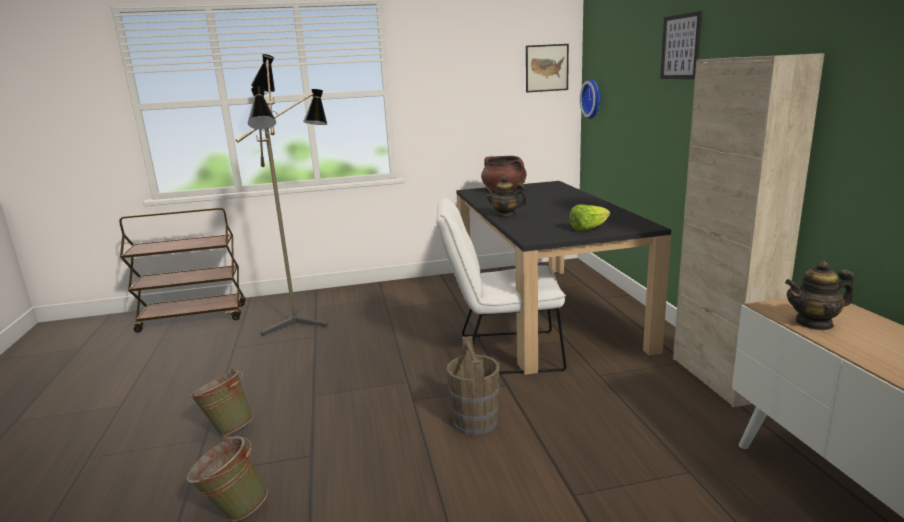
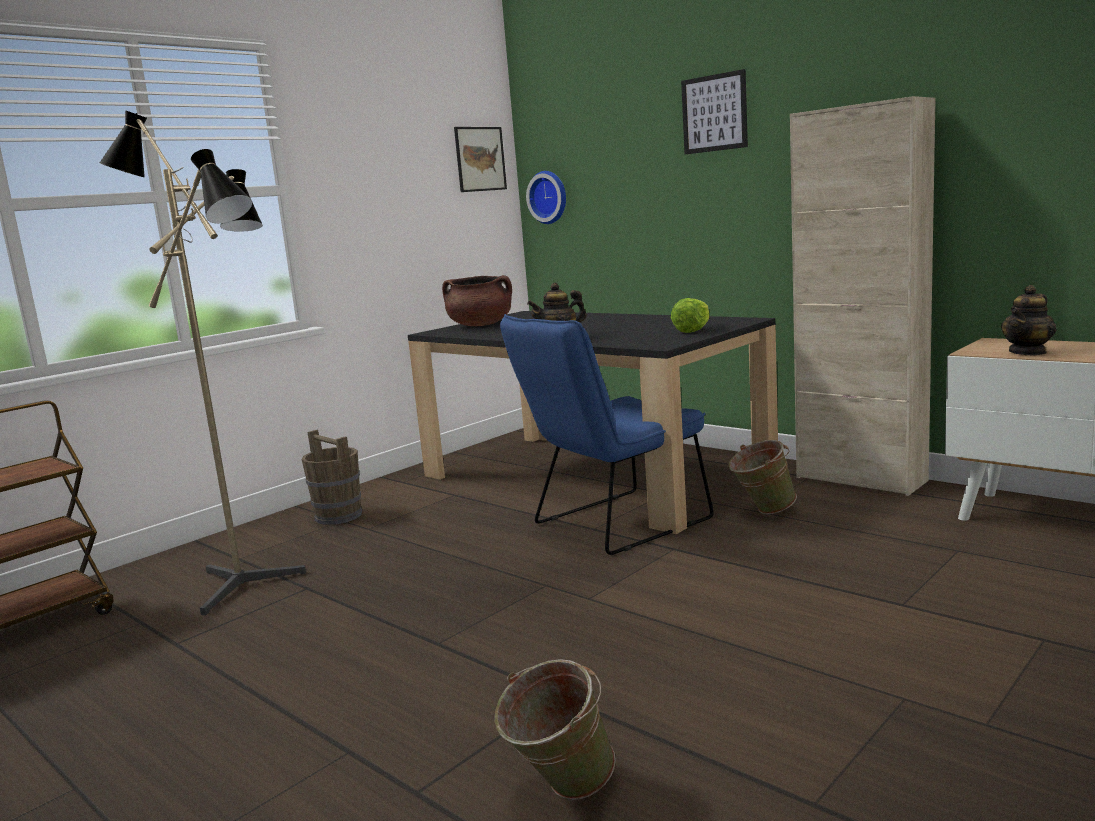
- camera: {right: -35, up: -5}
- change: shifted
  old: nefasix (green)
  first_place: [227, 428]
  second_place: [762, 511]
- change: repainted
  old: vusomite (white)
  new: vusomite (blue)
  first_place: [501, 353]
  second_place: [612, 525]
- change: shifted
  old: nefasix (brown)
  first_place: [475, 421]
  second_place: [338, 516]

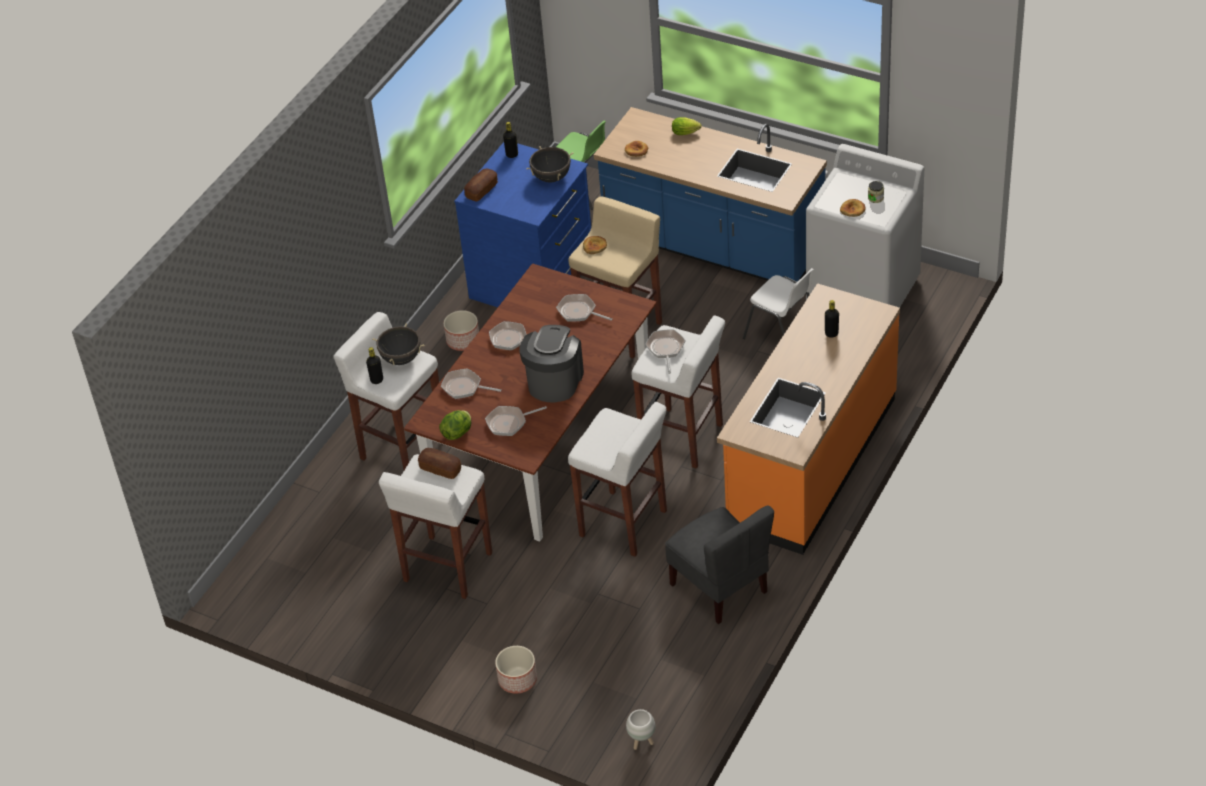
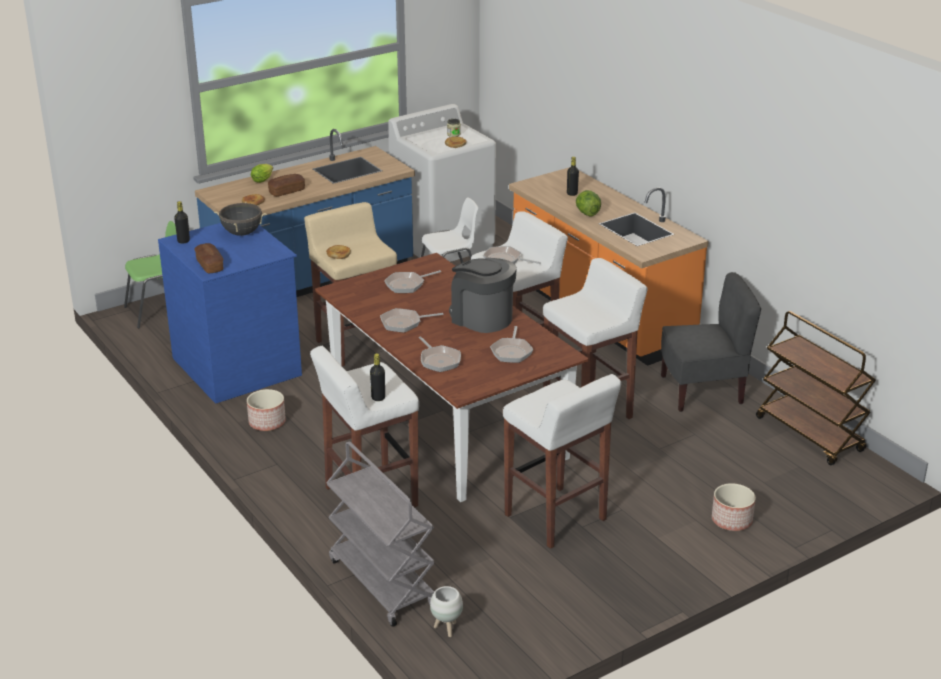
- camera: {right: -65, up: -15}
- change: gone
  old: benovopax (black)
  first_place: [401, 358]
- change: shifted
  old: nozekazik
  first_place: [440, 469]
  second_place: [286, 191]
- change: shifted
  old: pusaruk
  first_place: [458, 433]
  second_place: [587, 213]
- change: rotated
  old: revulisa
  first_place: [464, 387]
  second_place: [439, 360]
  degrees: -75
- change: shifted
  old: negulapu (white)
  first_place: [642, 742]
  second_place: [446, 629]
- change: new
  new: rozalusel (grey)
  second_place: [381, 583]
- change: new
  new: rozalusel (brown)
  second_place: [810, 435]

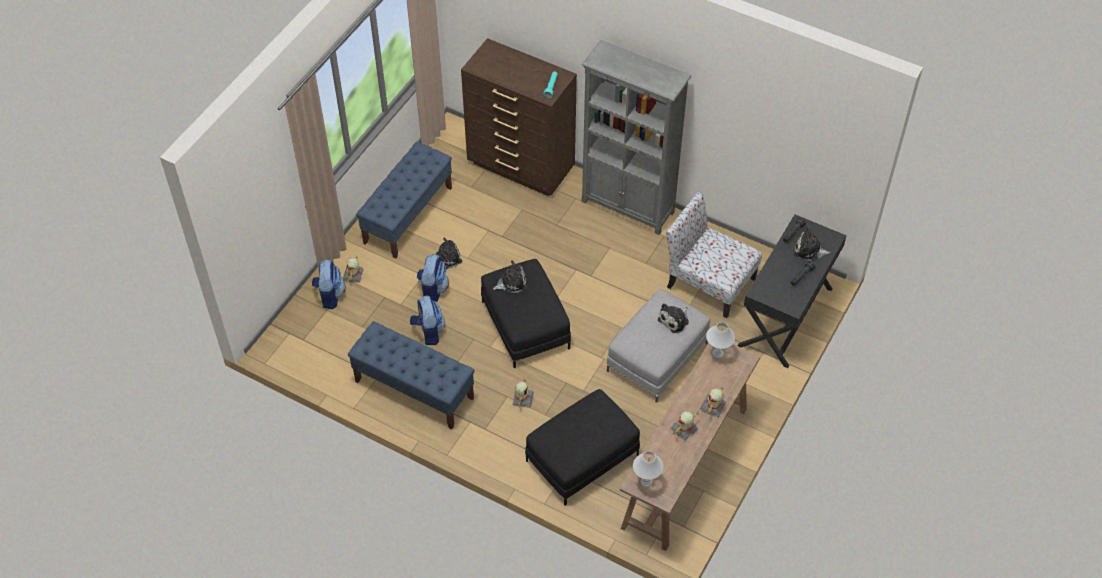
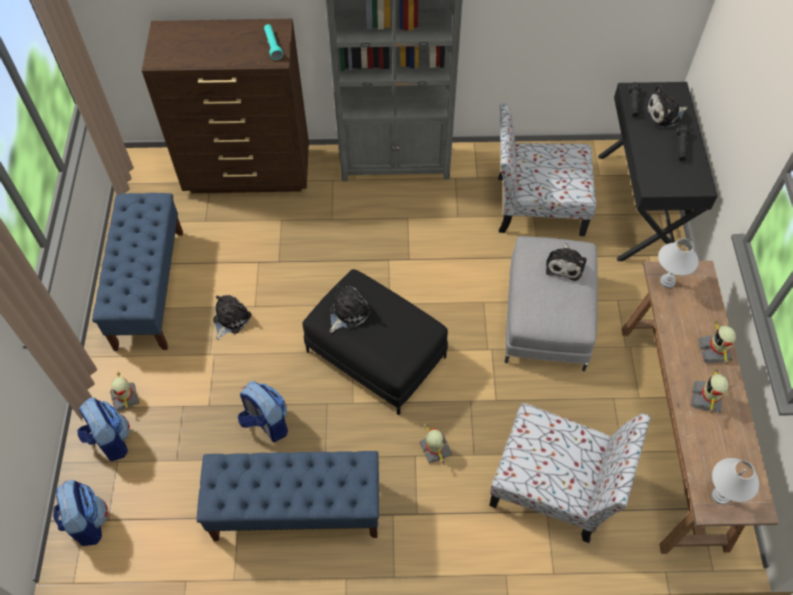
- camera: {right: -30, up: 5}
- change: shifted
  old: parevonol
  first_place: [433, 290]
  second_place: [87, 521]
- change: swapped
  old: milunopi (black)
  new: vusomite
  first_place: [582, 458]
  second_place: [555, 486]

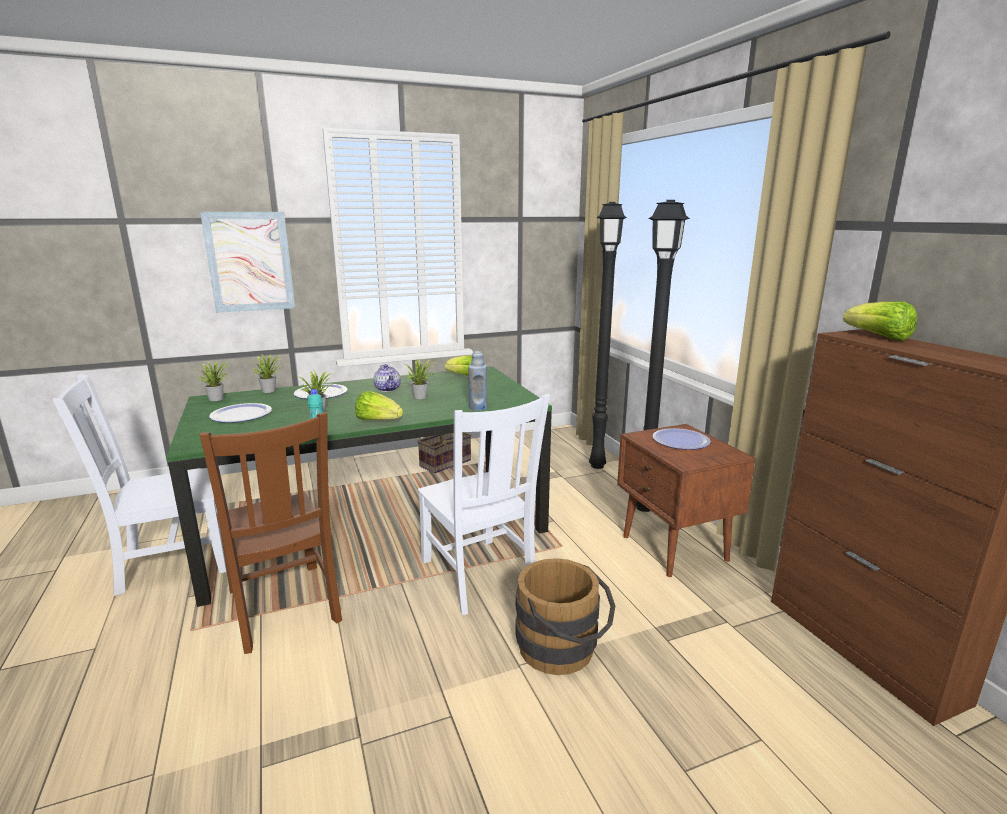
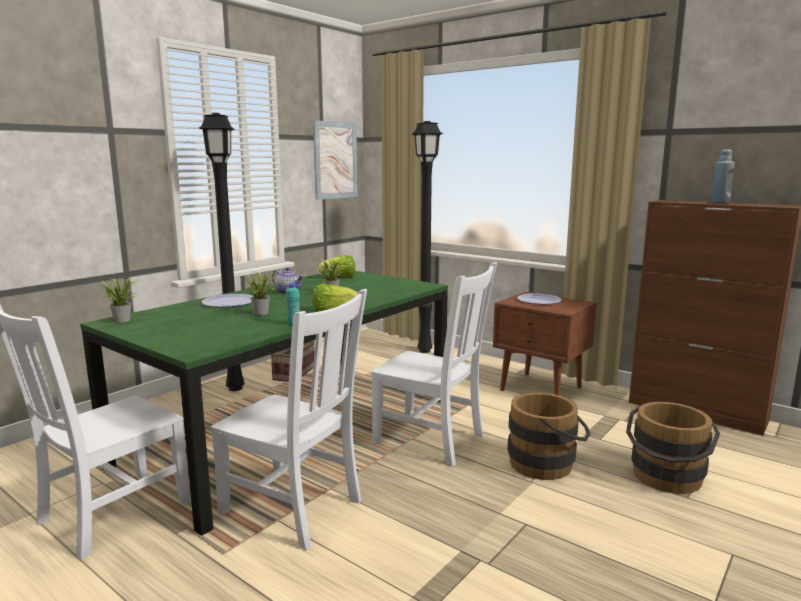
- camera: {right: -30, up: -5}
- change: repainted
  old: vusomite (brown)
  new: vusomite (white)
  first_place: [284, 608]
  second_place: [295, 509]
- change: shifted
  old: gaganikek
  first_place: [250, 262]
  second_place: [335, 160]
- change: gone
  old: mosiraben
  first_place: [241, 414]
- change: gone
  old: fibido
  first_place: [270, 390]
- change: shifted
  old: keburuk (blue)
  first_place: [478, 408]
  second_place: [720, 202]
- change: shifted
  old: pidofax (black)
  first_place: [645, 507]
  second_place: [236, 388]
- change: gone
  old: pusaruk
  first_place: [879, 337]
- change: new
  new: nefasix (brown)
  second_place: [666, 479]

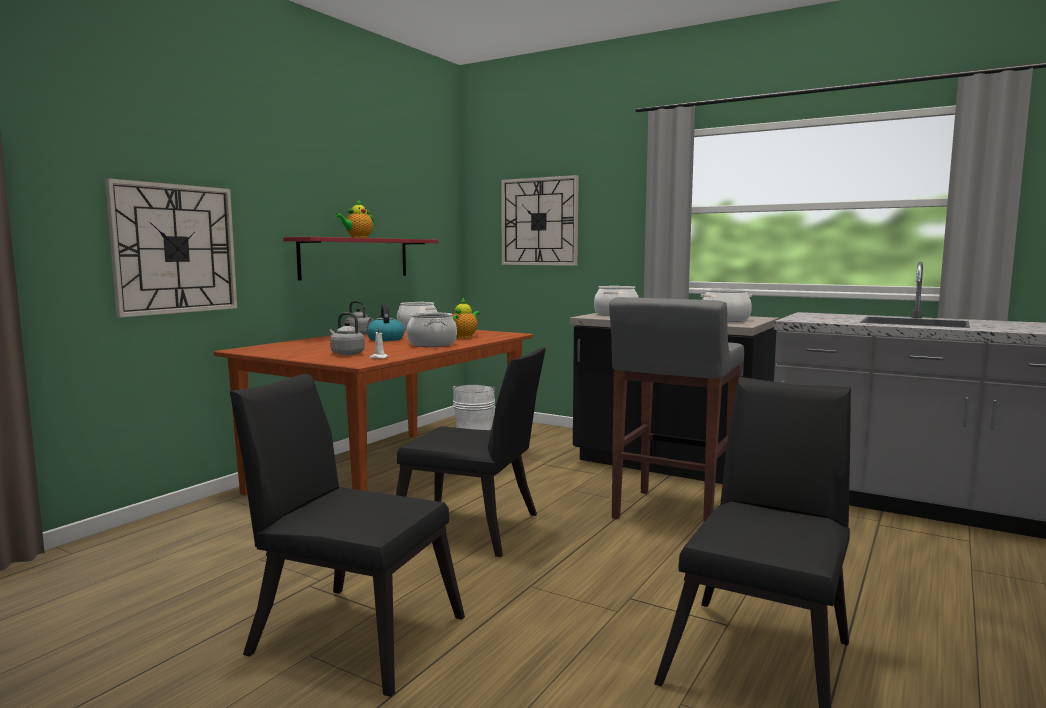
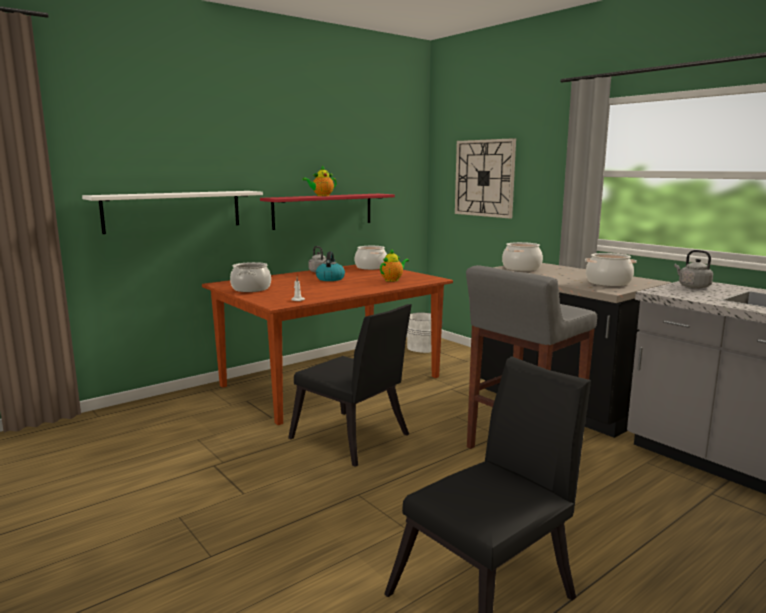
- camera: {right: 20, up: 5}
- change: swapped
  old: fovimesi
  new: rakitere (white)
  first_place: [175, 249]
  second_place: [173, 211]
- change: gone
  old: vusomite (black)
  first_place: [349, 632]
- change: shifted
  old: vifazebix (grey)
  first_place: [346, 353]
  second_place: [692, 286]
- change: shifted
  old: benovopax
  first_place: [432, 344]
  second_place: [251, 289]

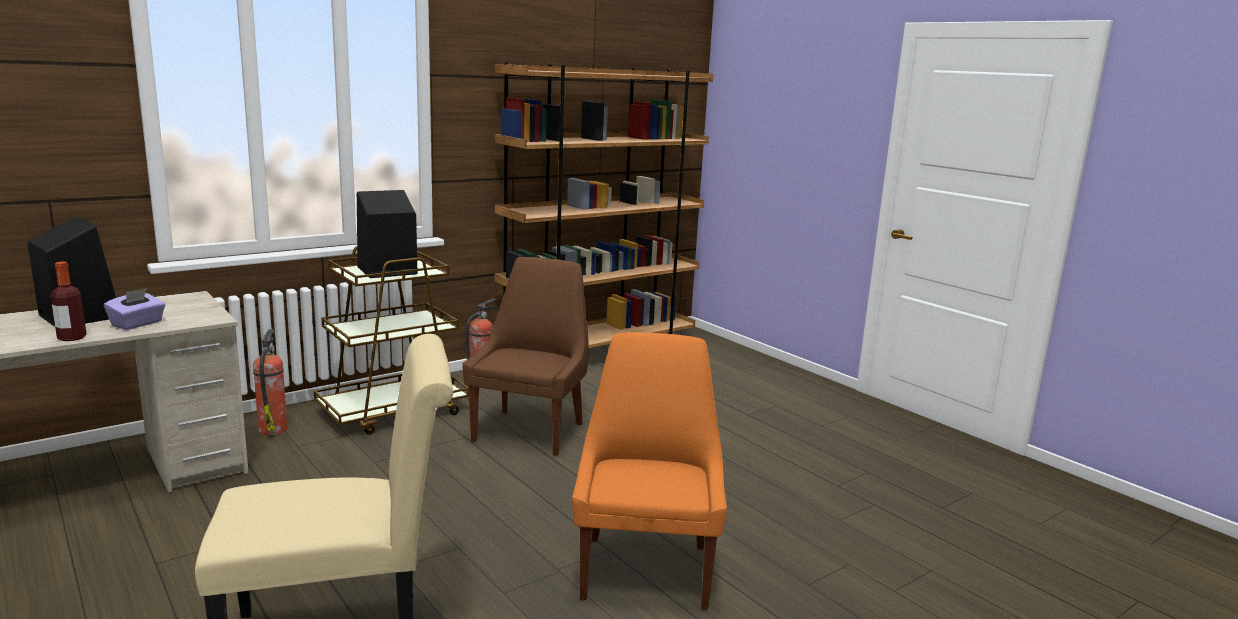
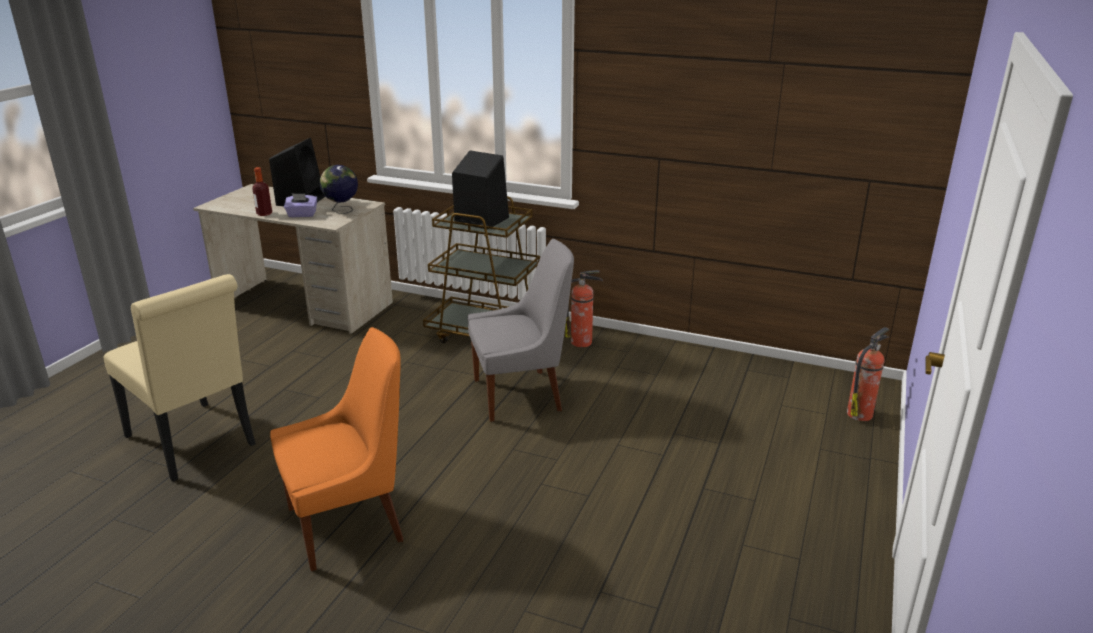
- camera: {right: 60, up: 10}
- change: shifted
  old: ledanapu
  first_place: [273, 429]
  second_place: [860, 414]
- change: repainted
  old: vusomite (brown)
  new: vusomite (grey)
  first_place: [530, 431]
  second_place: [521, 395]
- change: gone
  old: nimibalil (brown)
  first_place: [599, 355]
- change: new
  new: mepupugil
  second_place: [342, 211]

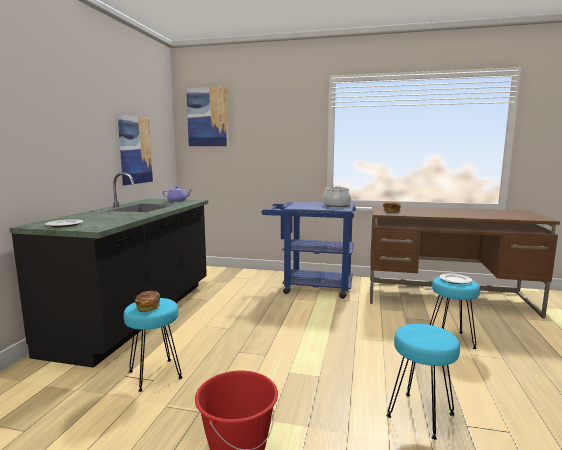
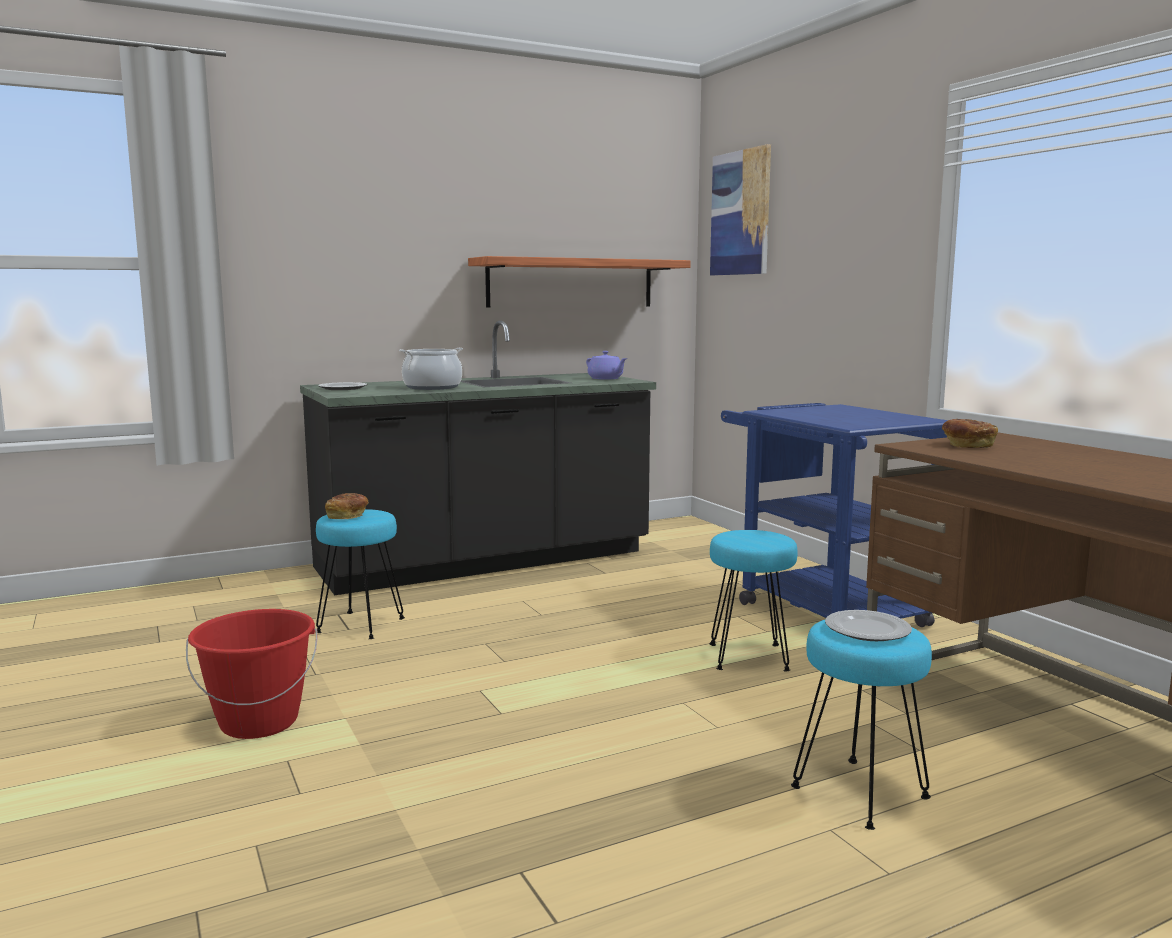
- camera: {right: 50, up: 0}
- change: swapped
  old: gaganikek
  new: rakitere
  first_place: [135, 150]
  second_place: [571, 283]
- change: shifted
  old: benovopax
  first_place: [336, 205]
  second_place: [432, 387]
- change: shifted
  old: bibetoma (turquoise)
  first_place: [420, 415]
  second_place: [750, 657]

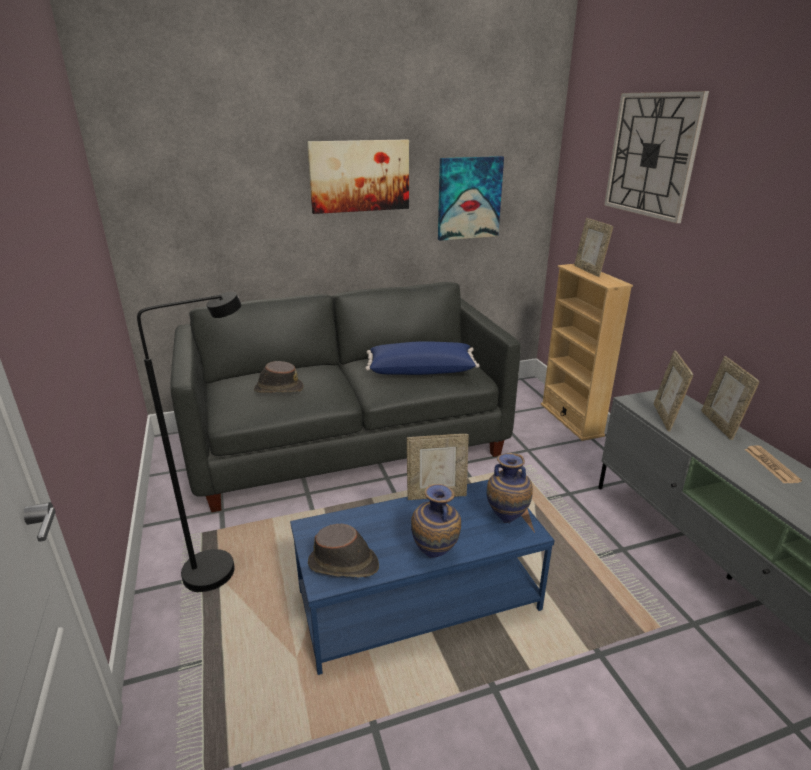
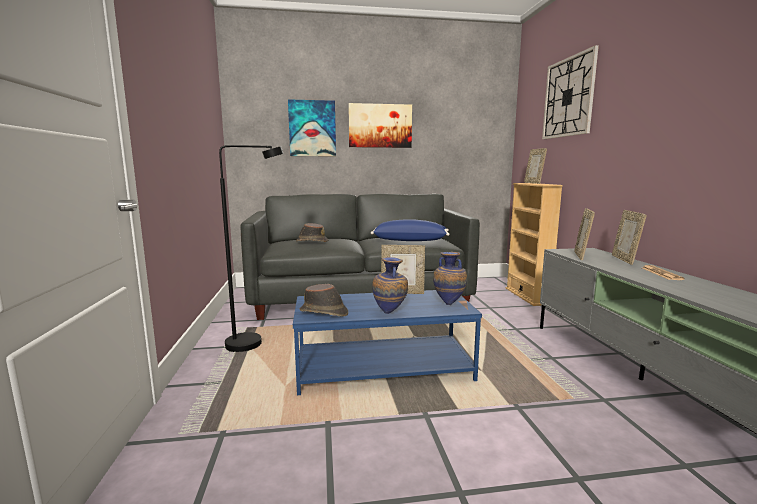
- camera: {right: 10, up: -15}
- change: shifted
  old: gaganikek
  first_place: [469, 198]
  second_place: [312, 128]

